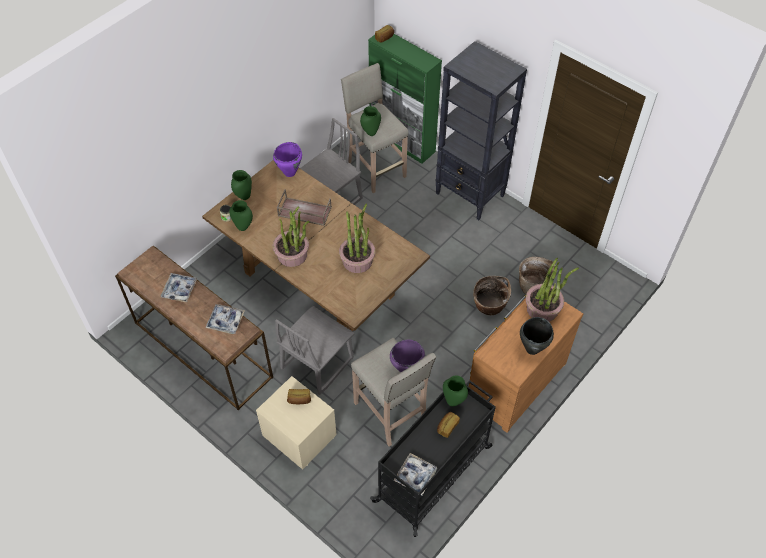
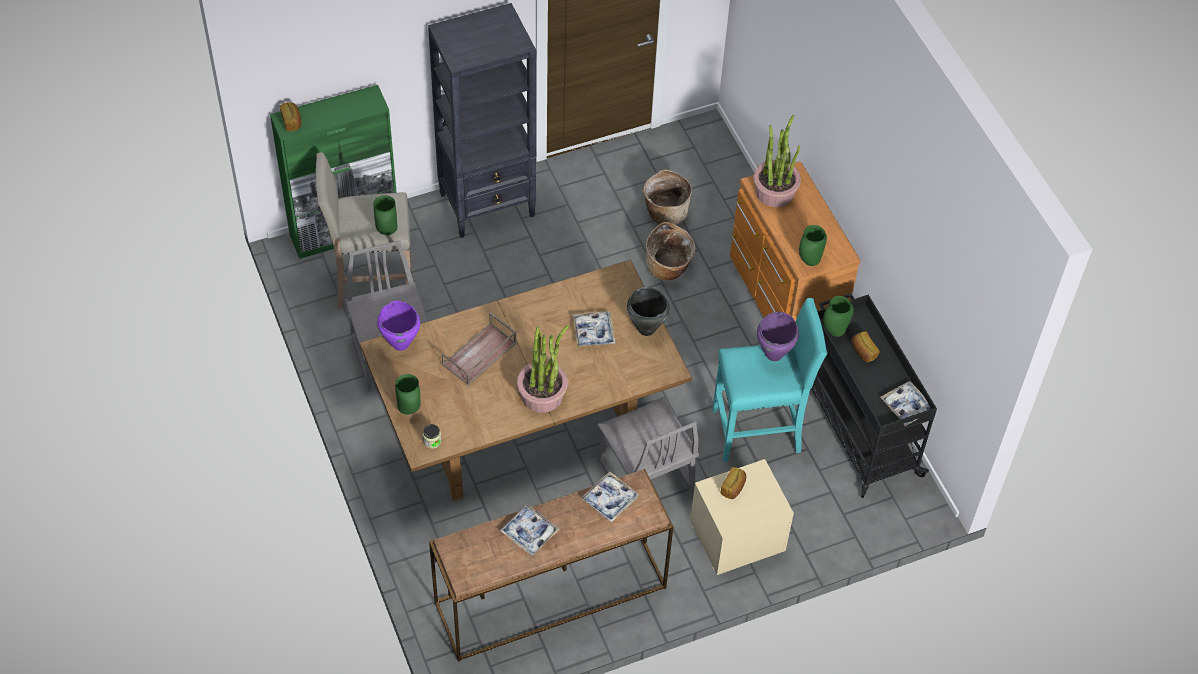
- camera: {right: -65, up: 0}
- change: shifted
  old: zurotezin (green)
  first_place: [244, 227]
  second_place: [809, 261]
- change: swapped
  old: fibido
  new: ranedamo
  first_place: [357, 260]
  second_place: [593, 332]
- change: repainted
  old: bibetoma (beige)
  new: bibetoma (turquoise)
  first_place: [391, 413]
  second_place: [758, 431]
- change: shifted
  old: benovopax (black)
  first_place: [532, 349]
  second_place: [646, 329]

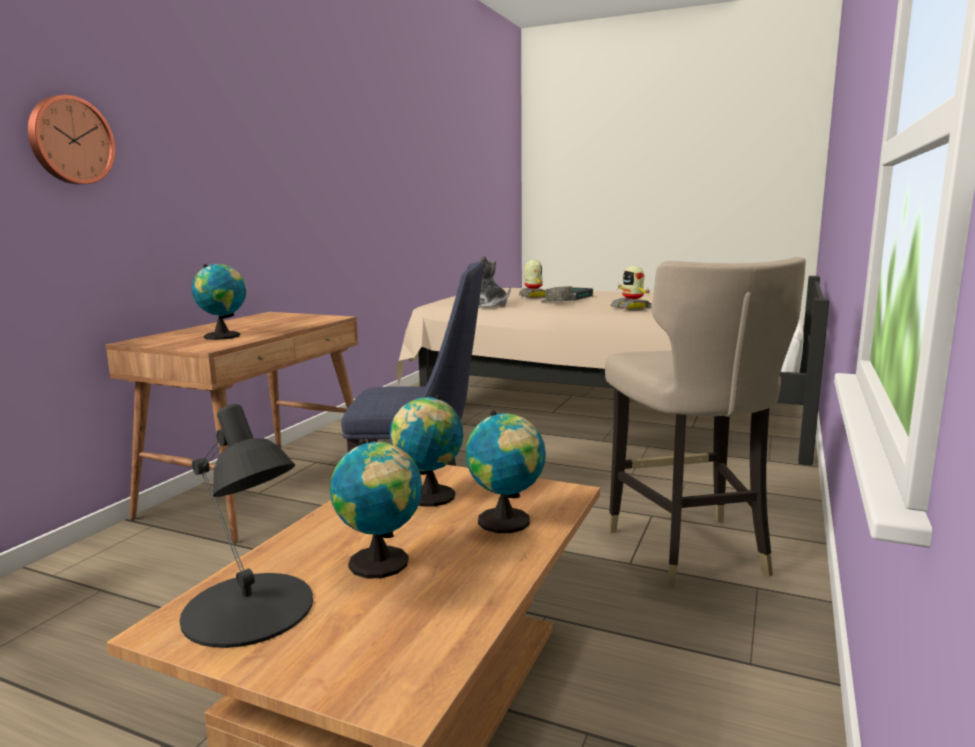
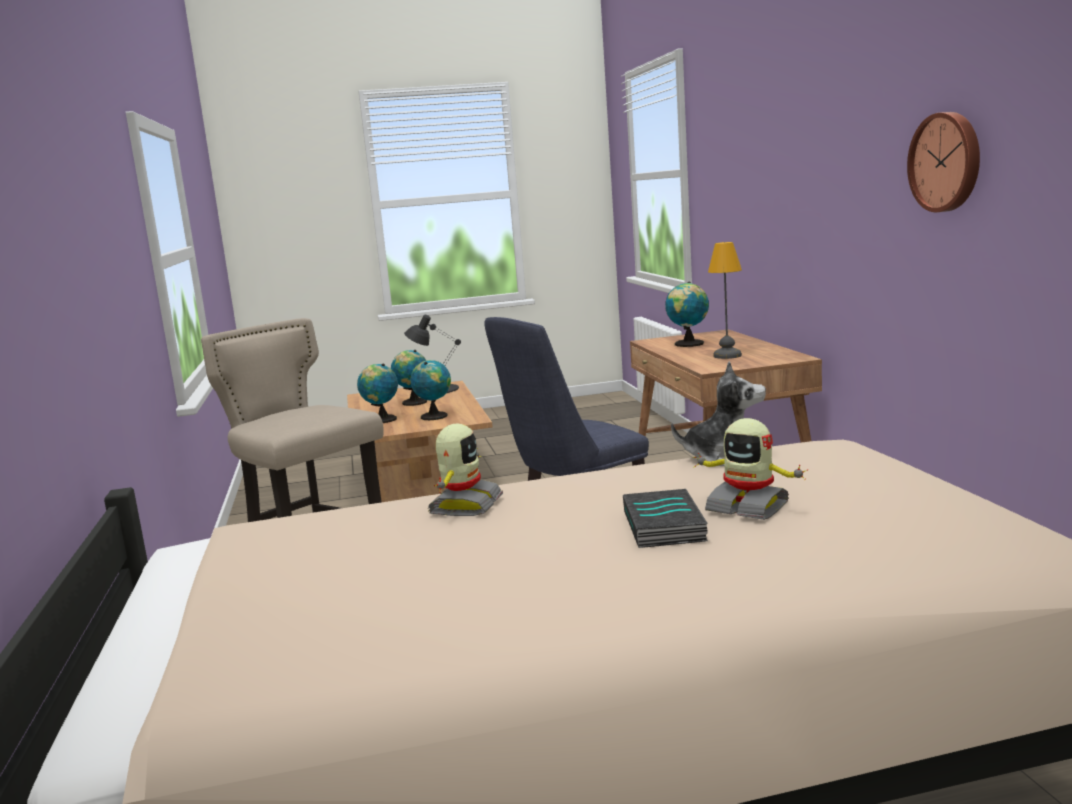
- camera: {right: 145, up: 0}
- change: shifted
  old: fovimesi
  first_place: [70, 140]
  second_place: [947, 162]
- change: gone
  old: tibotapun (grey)
  first_place: [556, 302]
- change: rotated
  old: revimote
  first_place: [631, 308]
  second_place: [464, 505]
  degrees: 75
- change: new
  new: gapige
  second_place: [728, 355]

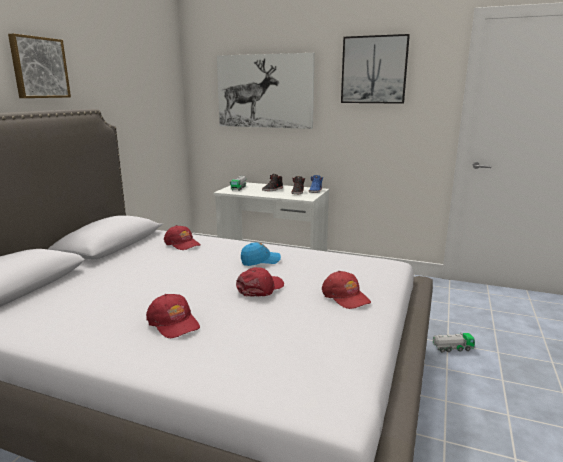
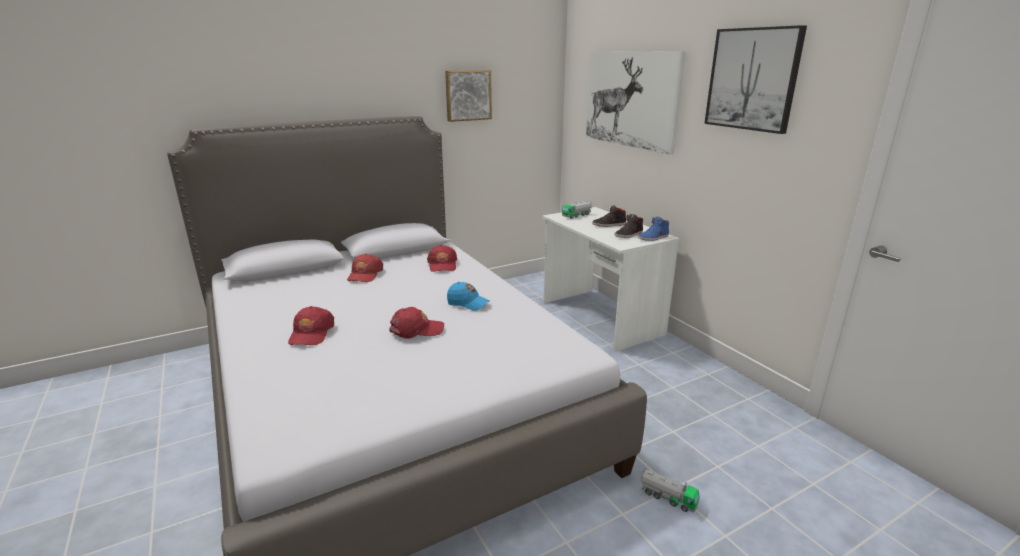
- camera: {right: 40, up: 5}
- change: shifted
  old: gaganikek
  first_place: [39, 68]
  second_place: [468, 95]
- change: shifted
  old: tibotapun (red)
  first_place: [345, 297]
  second_place: [365, 274]

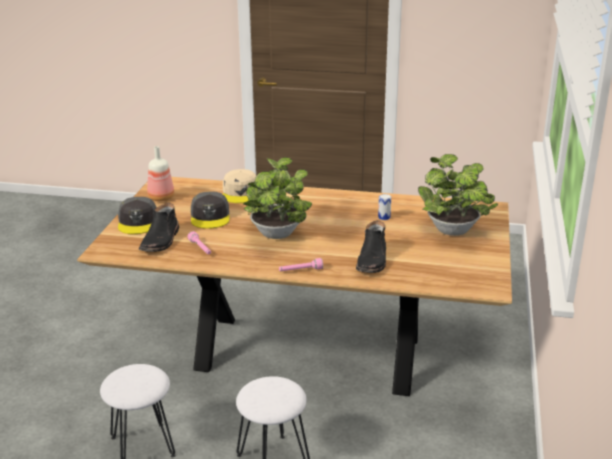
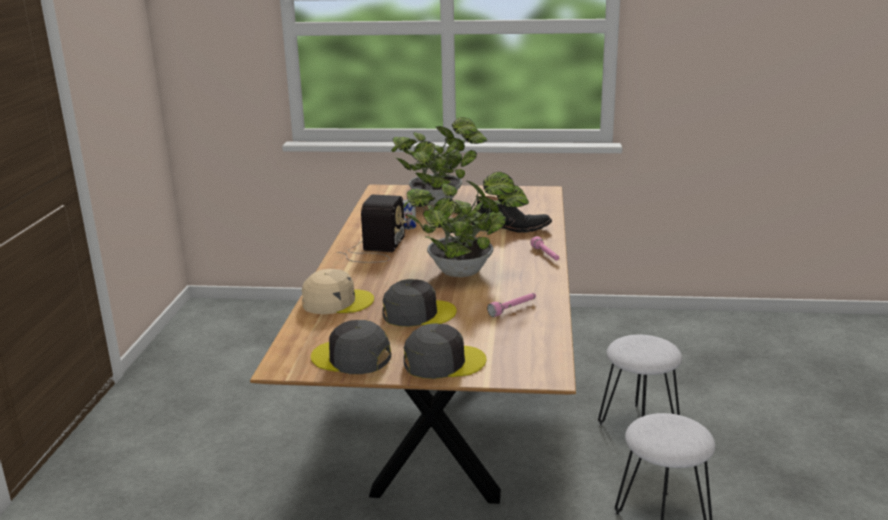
- camera: {right: -95, up: -5}
- change: gone
  old: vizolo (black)
  first_place: [161, 241]
- change: swapped
  old: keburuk
  new: tibotapun (grey)
  first_place: [160, 198]
  second_place: [351, 358]
- change: new
  new: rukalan
  second_place: [376, 249]

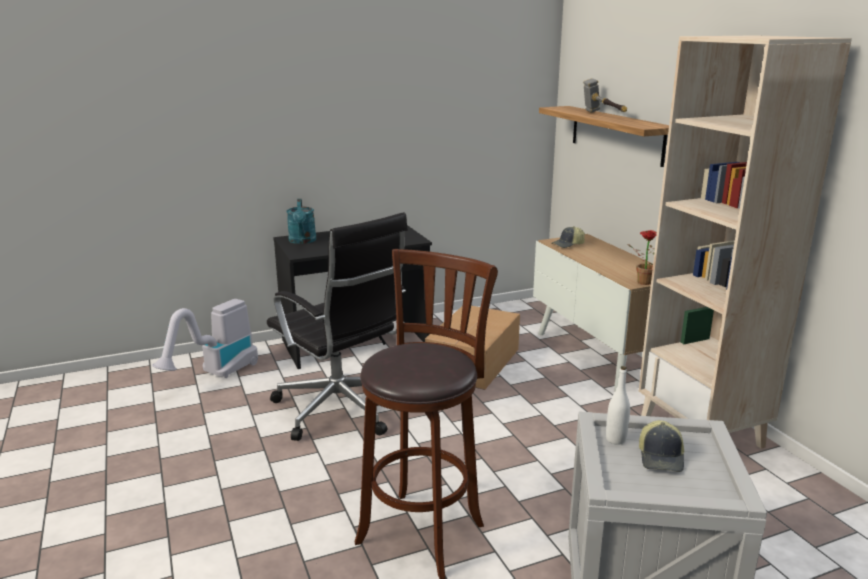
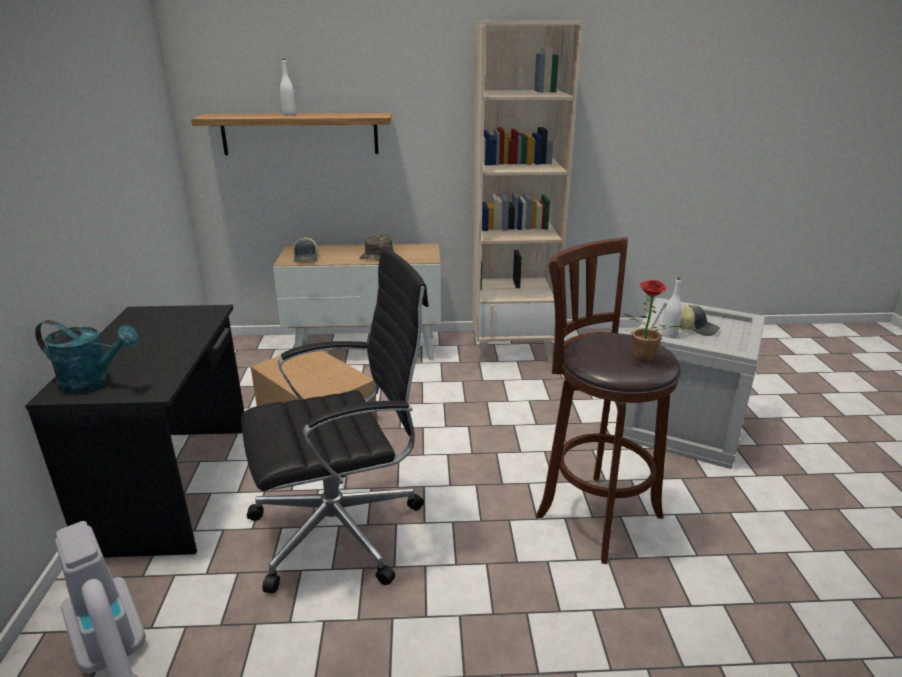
- camera: {right: -70, up: 5}
- change: swapped
  old: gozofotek
  new: keburuk (white)
  first_place: [603, 114]
  second_place: [289, 114]
- change: shifted
  old: fibido
  first_place: [640, 282]
  second_place: [641, 358]
- change: new
  new: tibotapun (green)
  second_place: [376, 254]

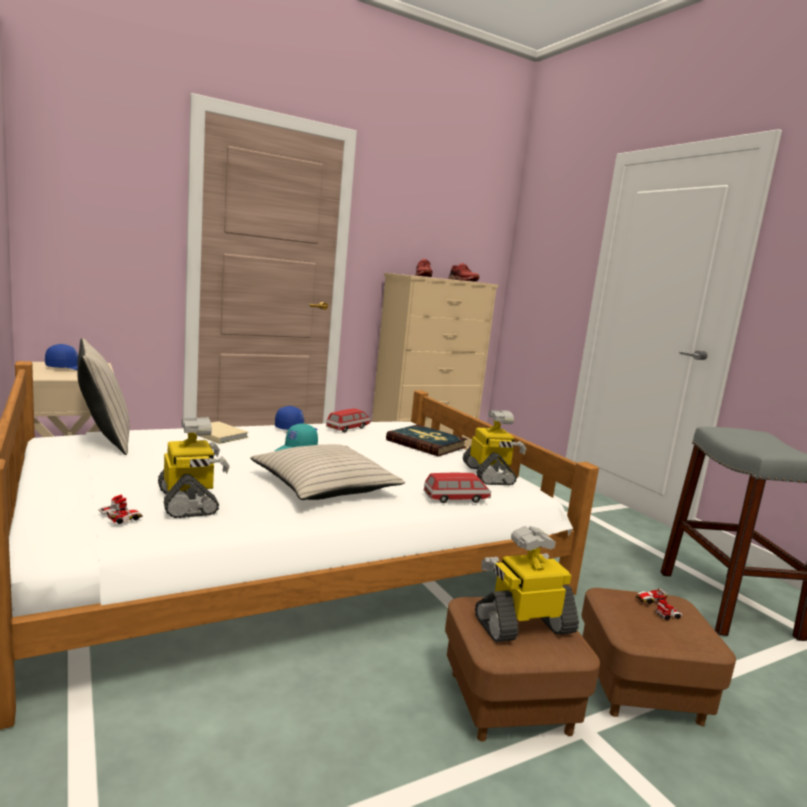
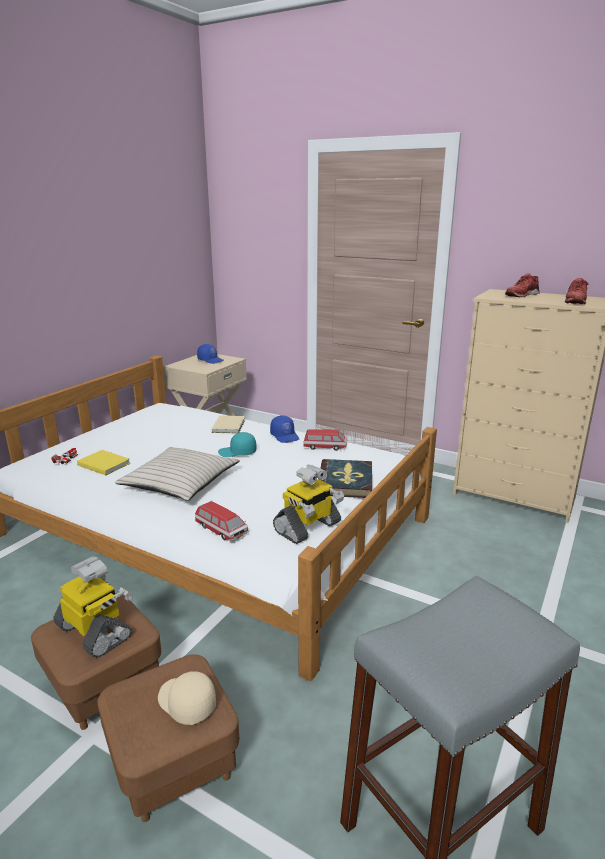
- camera: {right: 60, up: 10}
- change: gone
  old: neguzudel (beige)
  first_place: [103, 440]
- change: swapped
  old: revimote
  new: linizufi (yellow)
  first_place: [189, 502]
  second_place: [103, 464]
- change: swapped
  old: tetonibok
  new: tibotapun (beige)
  first_place: [658, 608]
  second_place: [185, 703]

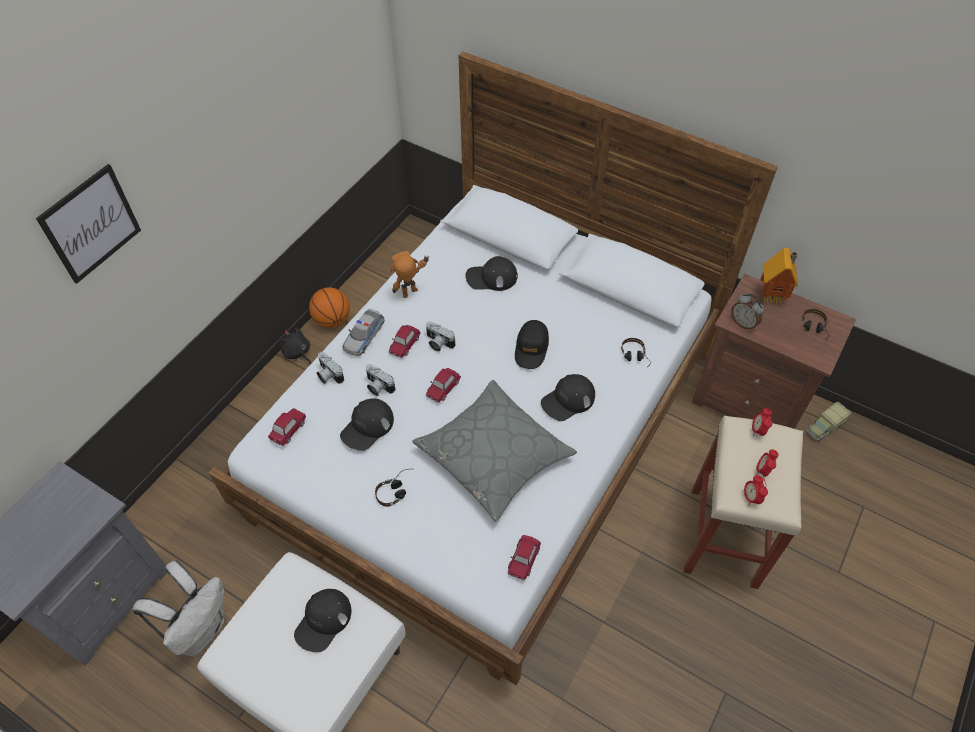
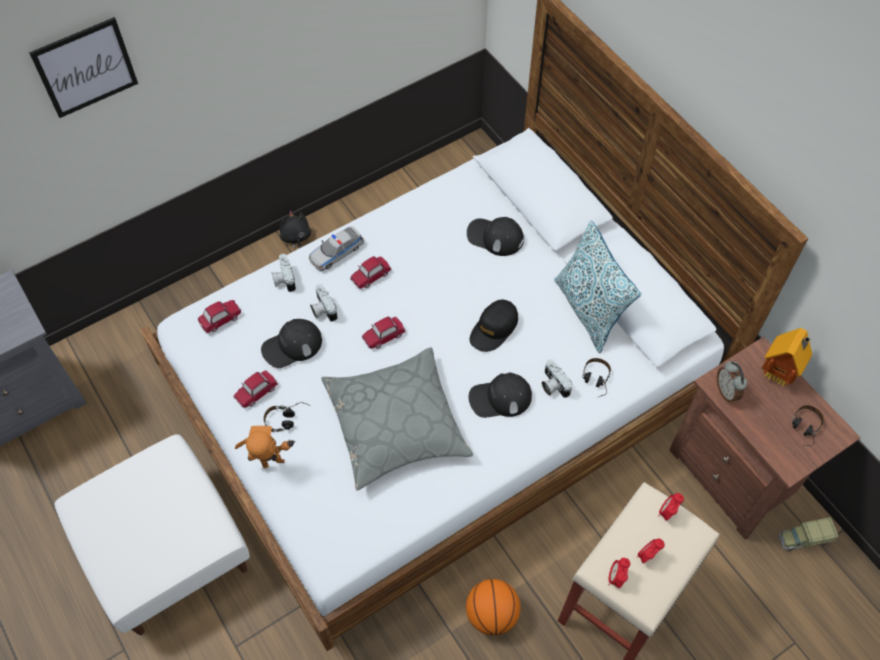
- camera: {right: 25, up: 5}
- change: gone
  old: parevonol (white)
  first_place: [200, 628]
- change: gone
  old: tibotapun (black)
  first_place: [323, 621]
- change: shifted
  old: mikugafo
  first_place: [332, 320]
  second_place: [492, 614]
- change: shifted
  old: revimote
  first_place: [412, 295]
  second_place: [274, 467]
- change: shifted
  old: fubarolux
  first_place: [438, 343]
  second_place: [552, 385]
- change: shifted
  old: tetonibok
  first_place: [523, 559]
  second_place: [256, 391]
- change: new
  new: neguzudel
  second_place: [588, 311]

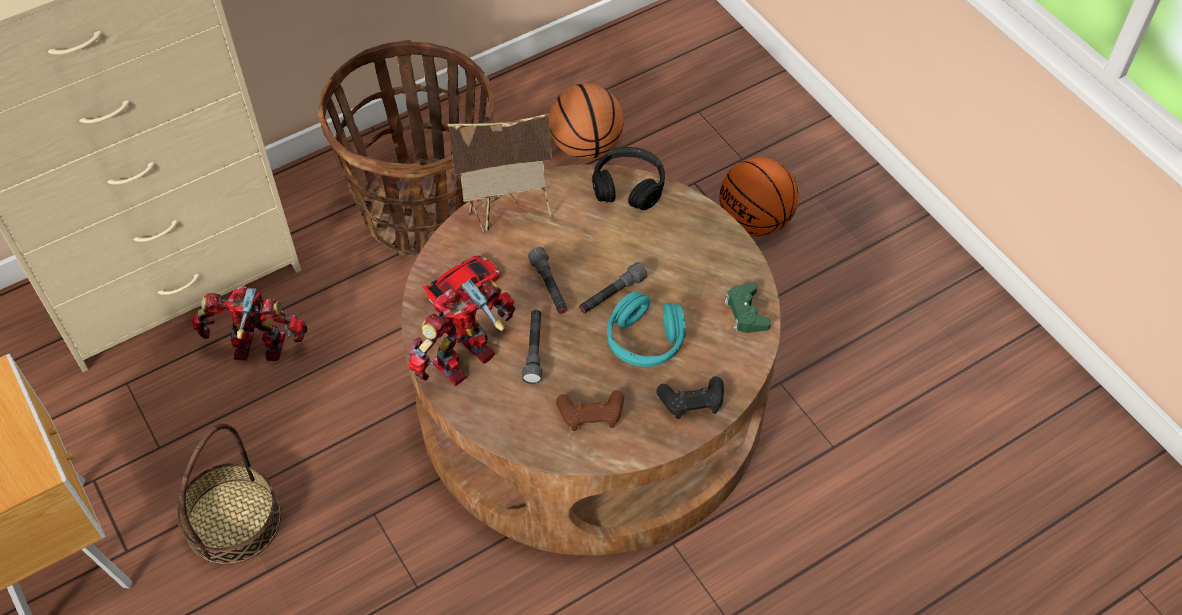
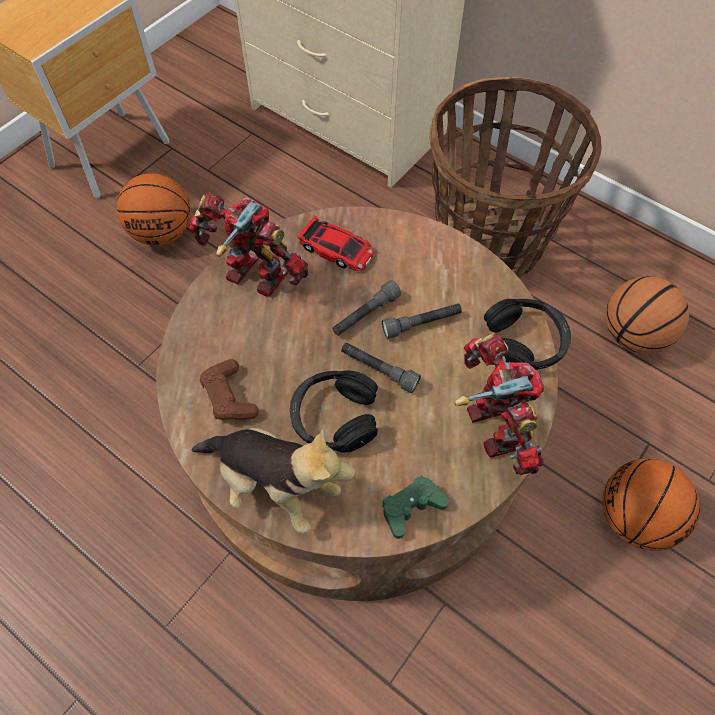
- camera: {right: 70, up: 5}
- change: swapped
  old: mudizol
  new: mikugafo
  first_place: [233, 520]
  second_place: [162, 232]
- change: shifted
  old: revimote
  first_place: [259, 351]
  second_place: [491, 430]
- change: gone
  old: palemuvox
  first_place: [507, 215]
- change: shifted
  old: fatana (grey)
  first_place: [534, 350]
  second_place: [422, 324]
- change: repainted
  old: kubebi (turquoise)
  new: kubebi (black)
  first_place: [645, 341]
  second_place: [334, 417]
- change: swapped
  old: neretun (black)
  new: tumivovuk
  first_place: [692, 402]
  second_place: [273, 485]

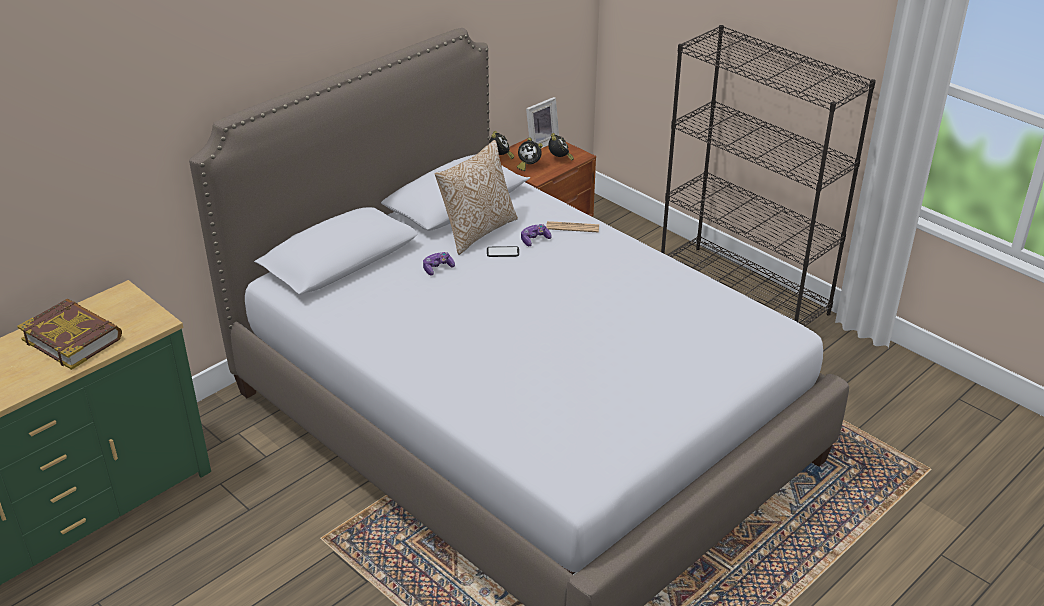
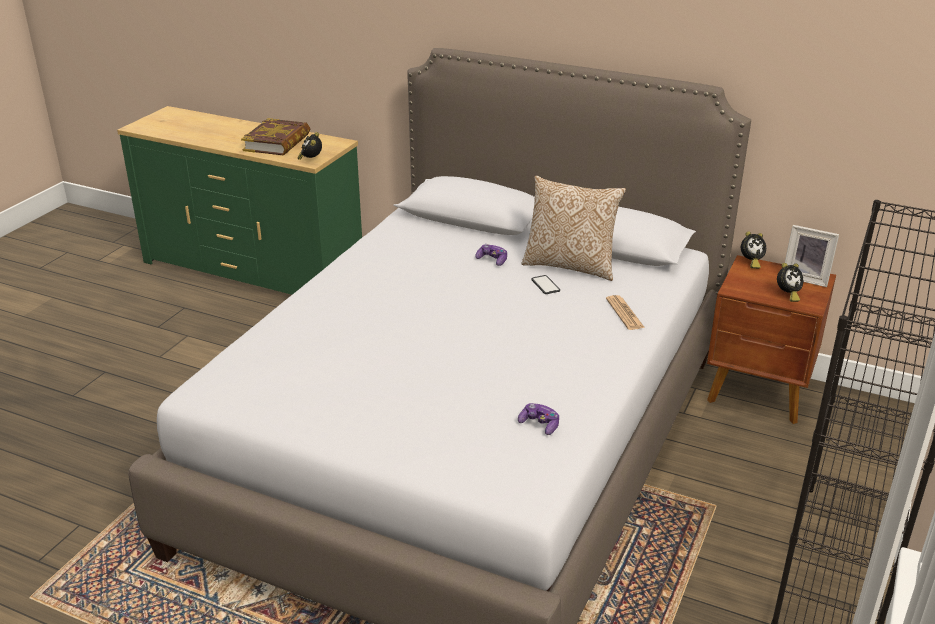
- camera: {right: 70, up: -5}
- change: shifted
  old: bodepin
  first_place: [528, 166]
  second_place: [311, 160]
- change: shifted
  old: neretun
  first_place: [534, 240]
  second_place: [539, 424]

